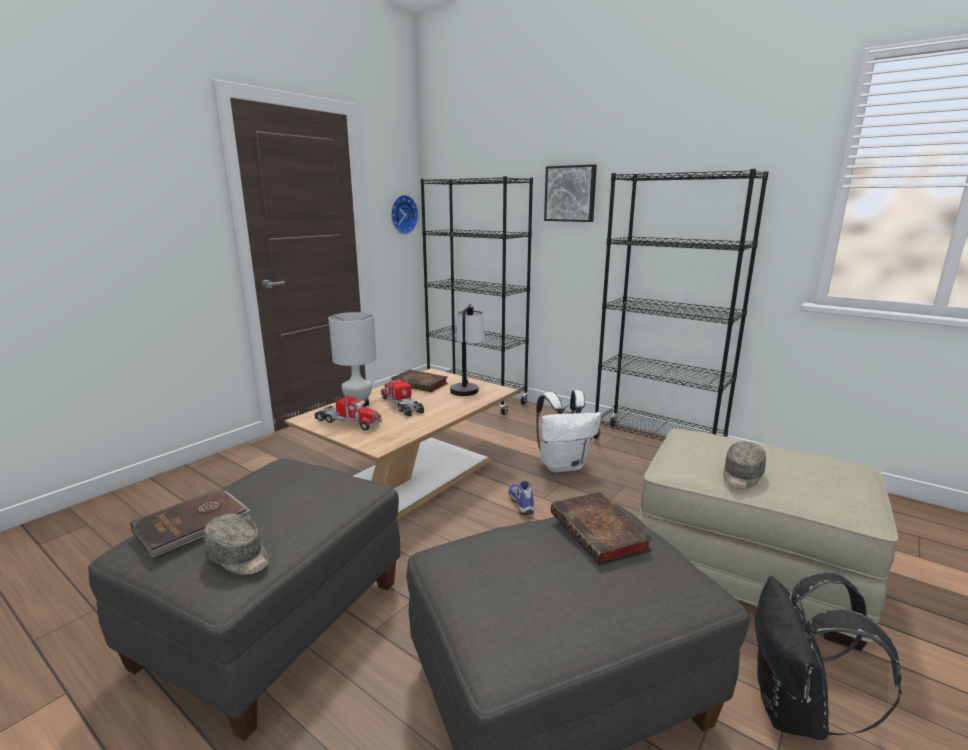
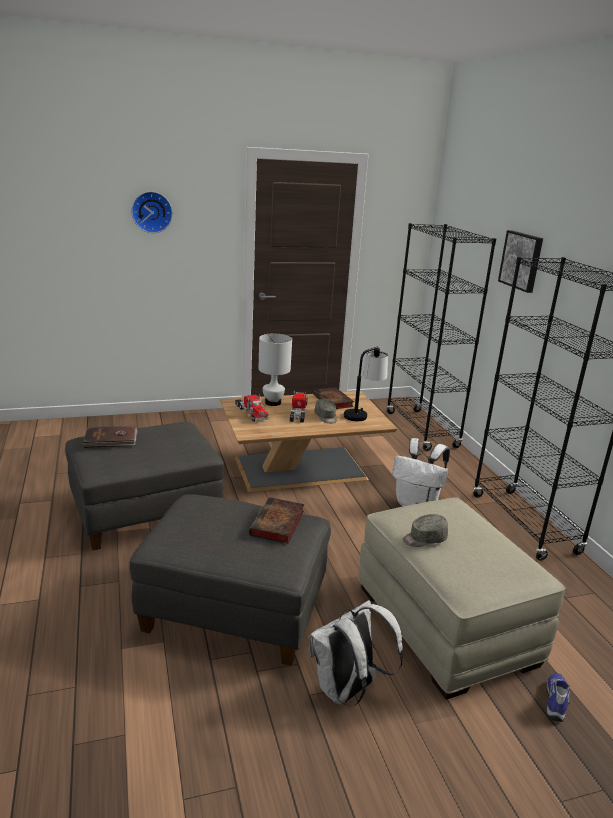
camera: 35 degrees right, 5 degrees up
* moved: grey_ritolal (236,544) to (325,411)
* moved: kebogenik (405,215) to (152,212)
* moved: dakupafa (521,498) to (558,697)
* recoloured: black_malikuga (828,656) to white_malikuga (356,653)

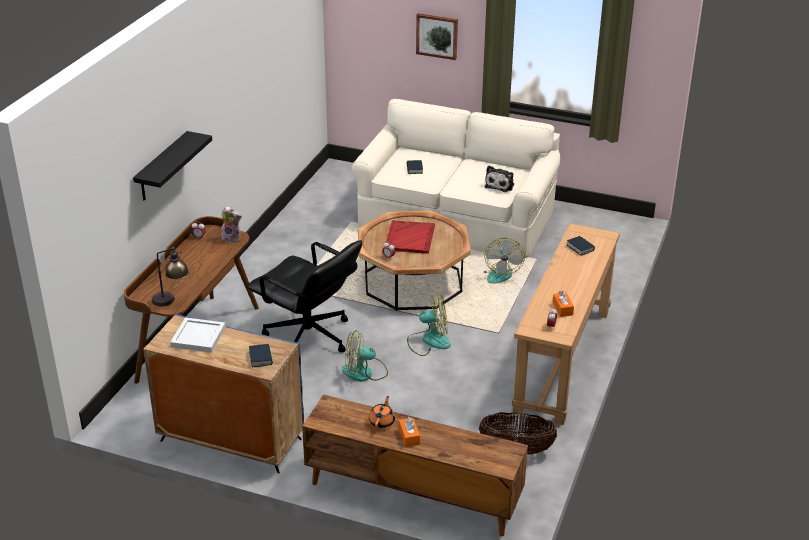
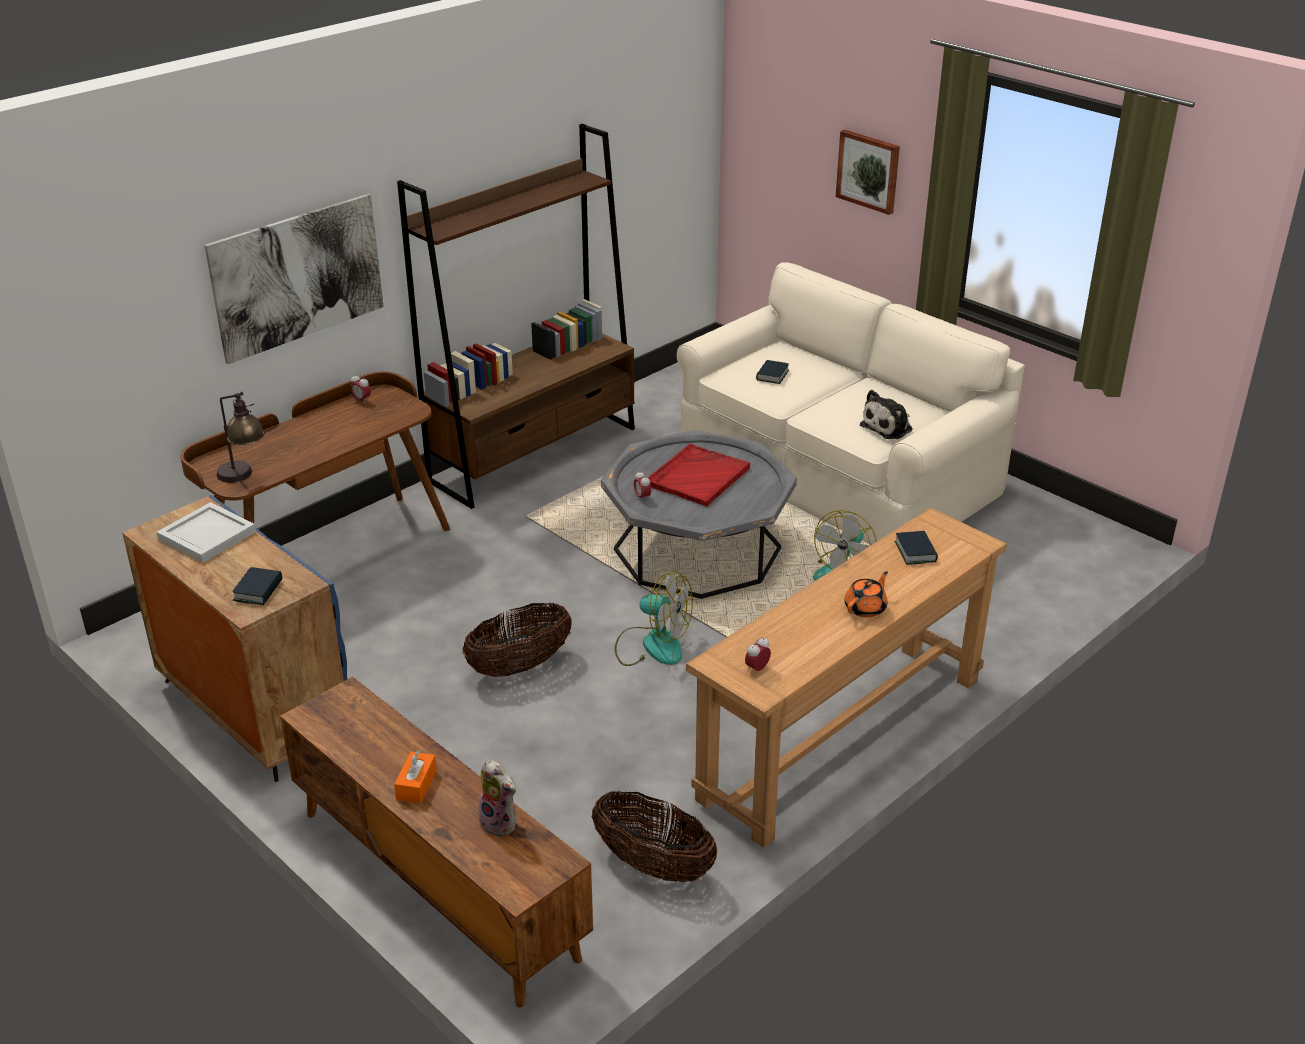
camera: 25 degrees right, 0 degrees up
* removed: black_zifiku (304,296)
* removed: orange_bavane (563,304)
* added: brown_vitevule (516,316)
* moved: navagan (231,224) to (496,798)
* moved: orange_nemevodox (382,412) to (866,594)
* replaced: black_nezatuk (172,165) to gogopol (294,279)
* replaced: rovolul (365,356) to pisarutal (517,640)
* recoloured: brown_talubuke (414,260) to grey_talubuke (699,514)

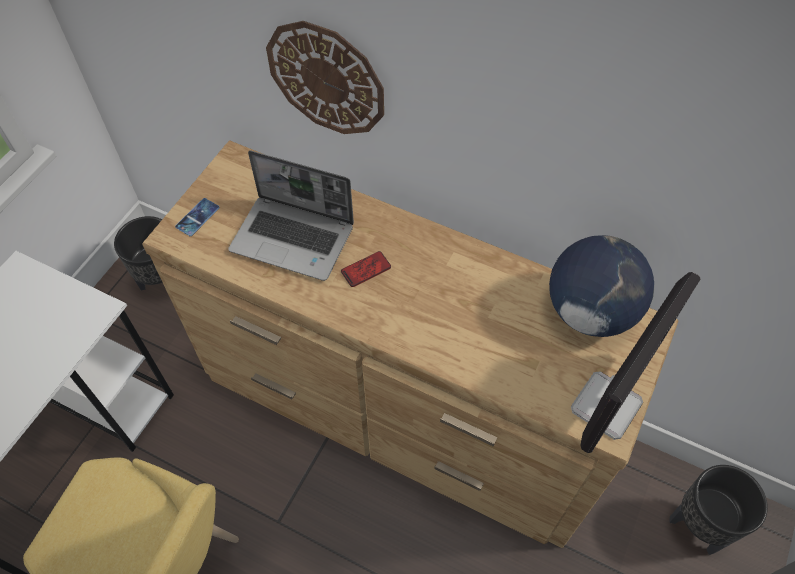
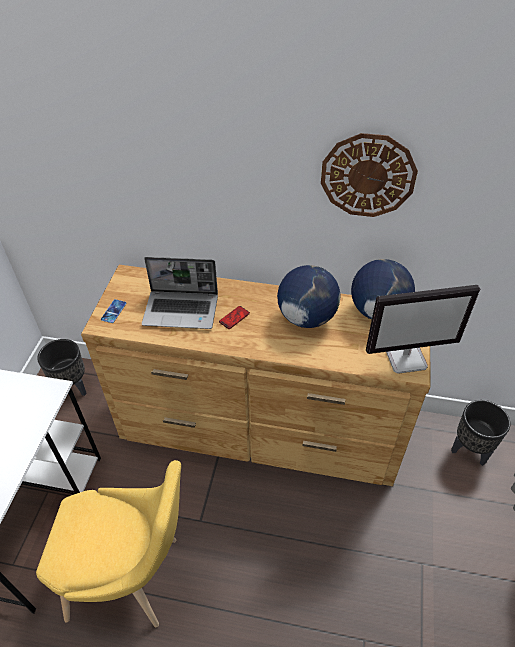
camera: 15 degrees left, 10 degrees down
* added: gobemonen (308,296)
* moved: kebogenik (325,77) to (369,175)
* turned: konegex (636,362) = (423,329) 60 degrees clockwise

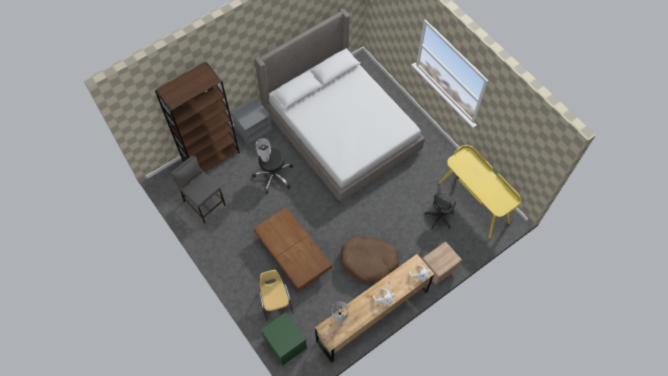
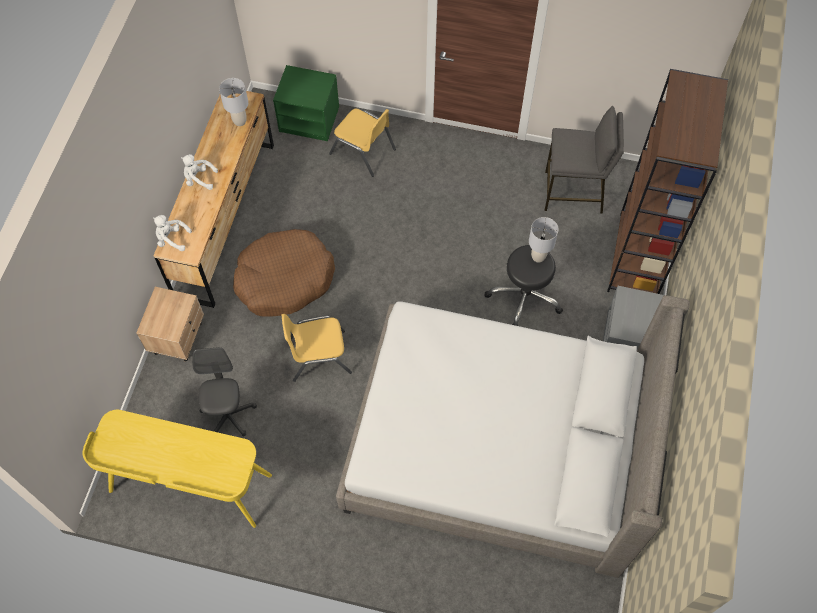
camera: 140 degrees right, 0 degrees up
* removed: brown_talubuke (293,249)
* added: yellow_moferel (316,348)

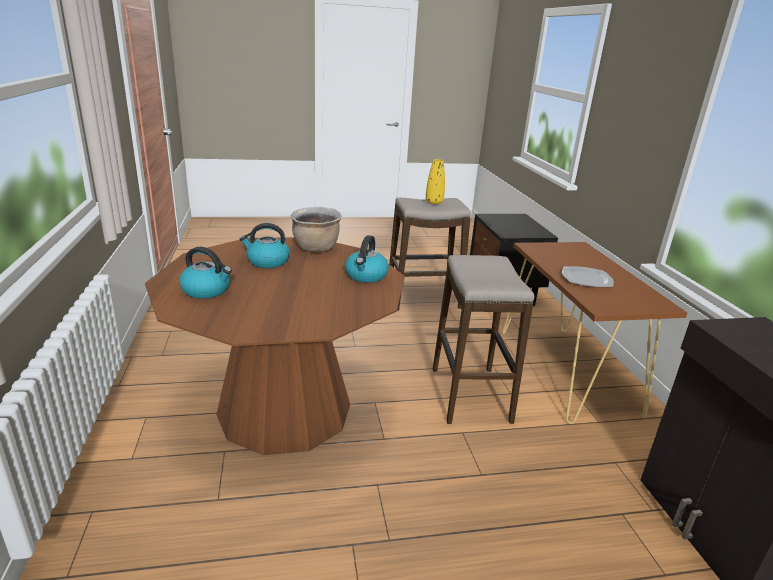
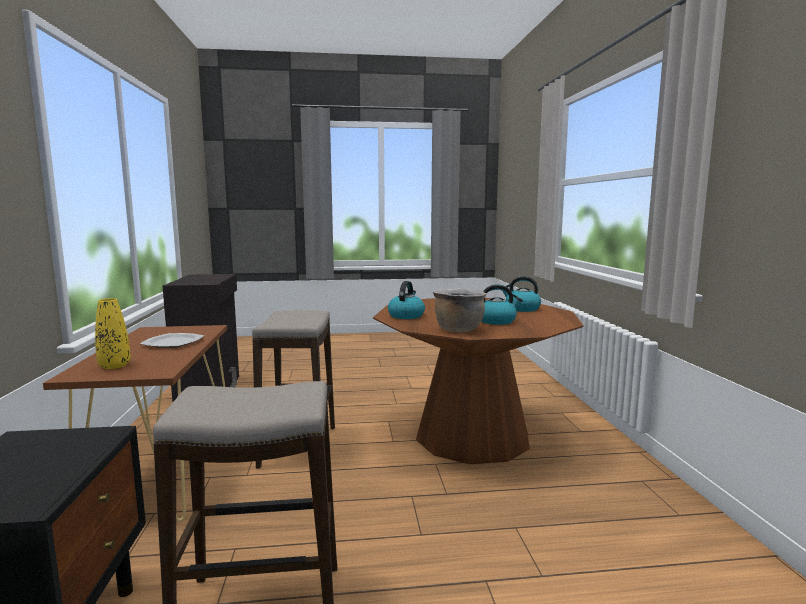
camera: 175 degrees left, 15 degrees down
* moved: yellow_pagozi (435,181) to (113,333)

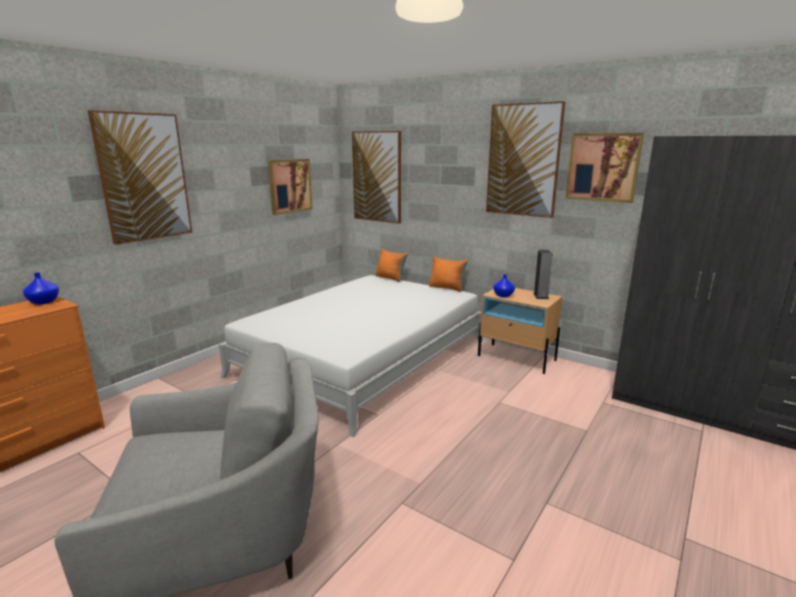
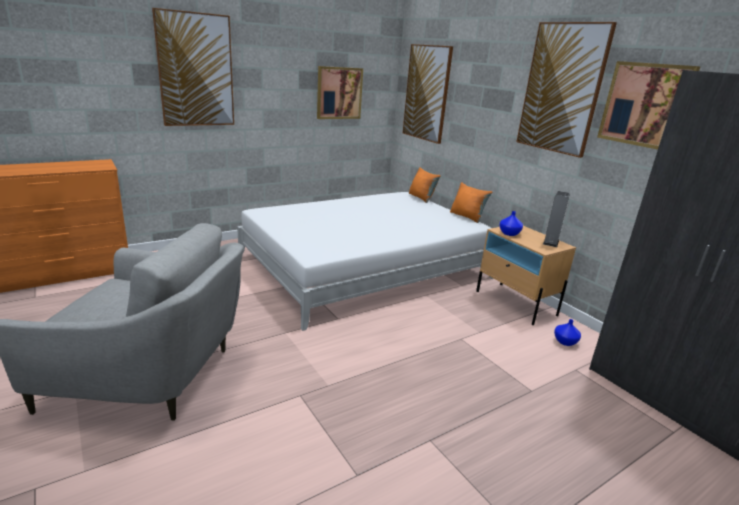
camera: 20 degrees right, 5 degrees up
* moved: blue_pagozi (41,288) to (567,332)

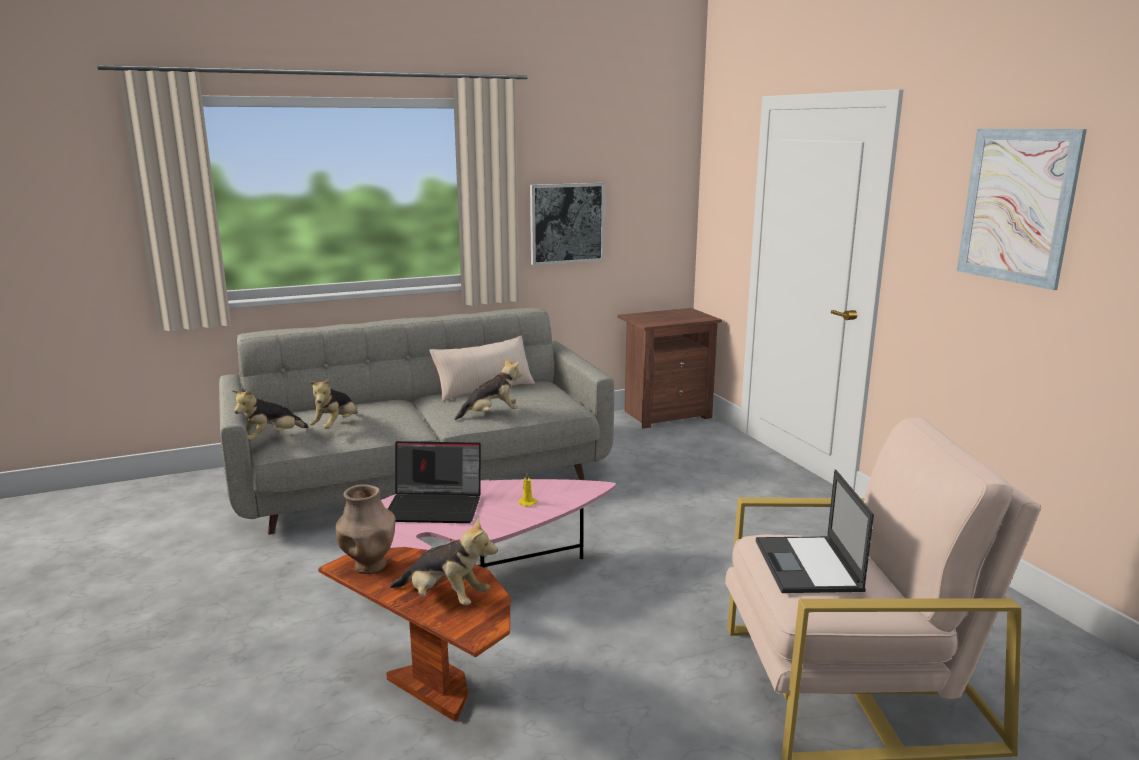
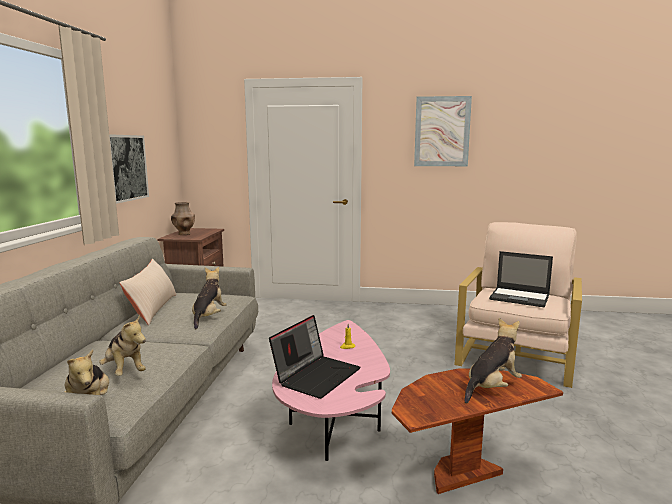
camera: 60 degrees left, 5 degrees down
* moved: brown_pagozi (366,529) to (183,218)

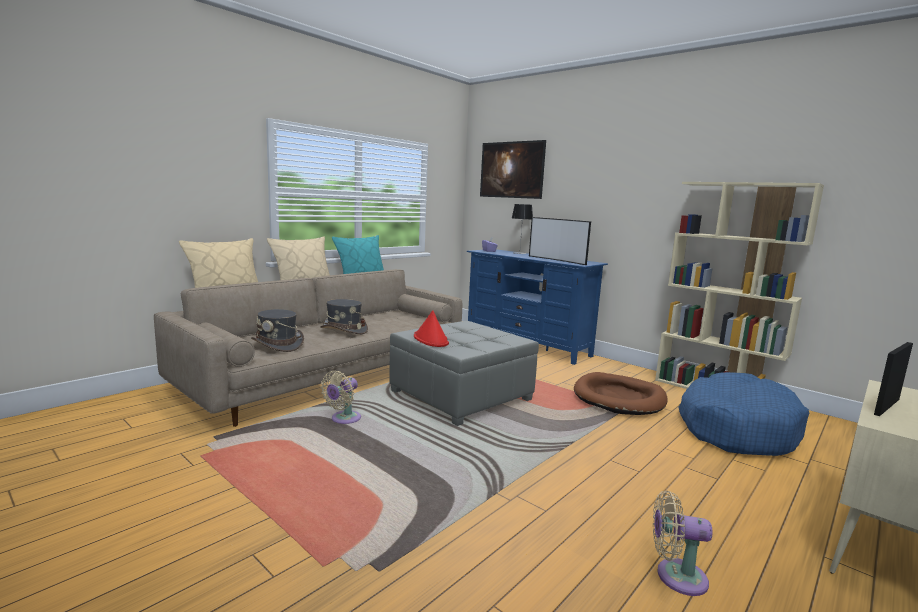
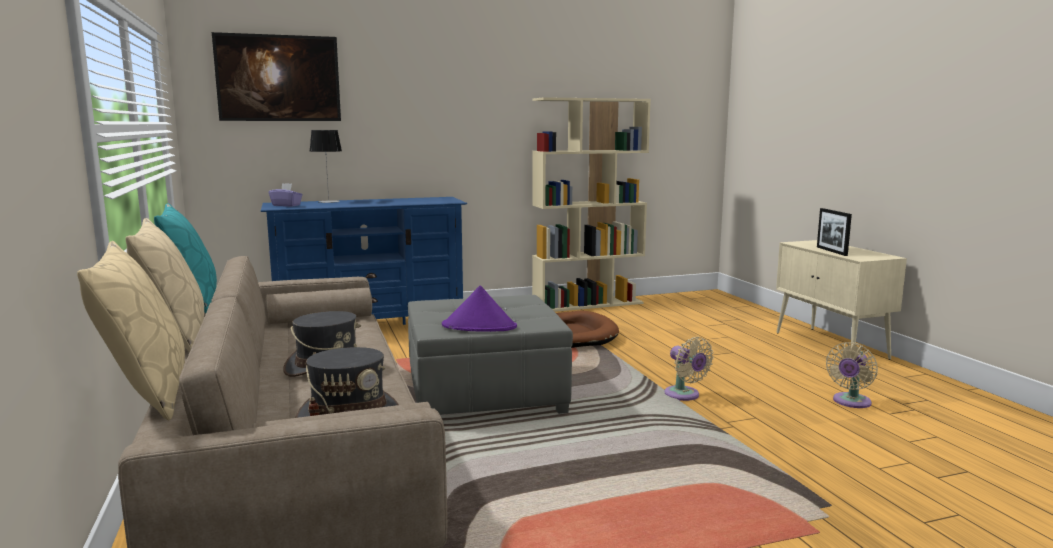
camera: 60 degrees left, 0 degrees up
* removed: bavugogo (560,241)
* removed: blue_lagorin (744,414)
* moved: beige_rovolul (341,397) to (689,369)
* recoloured: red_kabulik (431,328) to purple_kabulik (479,309)

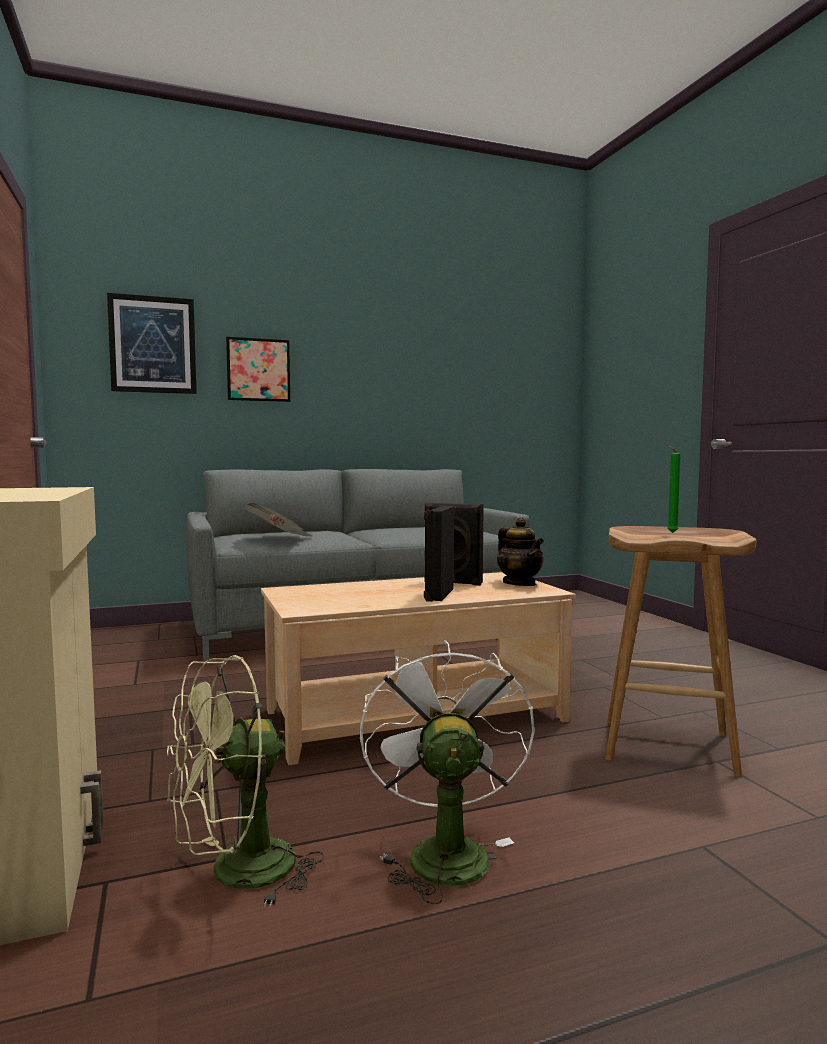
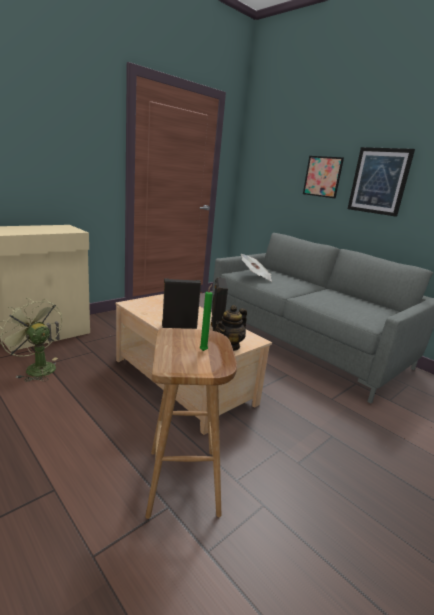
camera: 65 degrees right, 15 degrees up
* removed: white_rovolul (447,772)
* moved: gogopol (152,343) to (381,182)

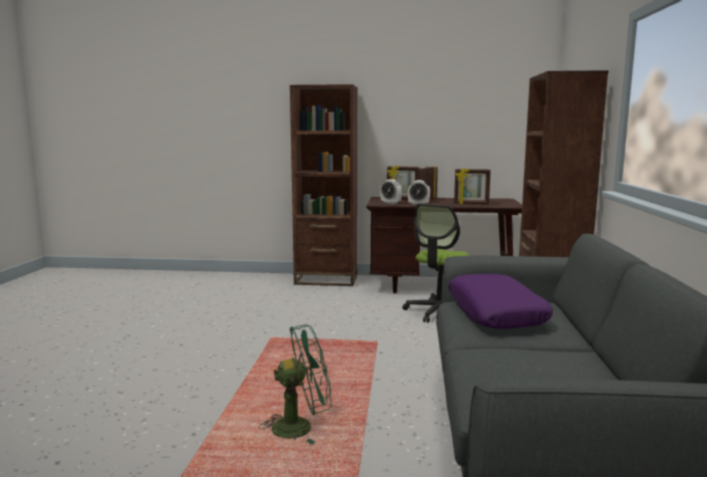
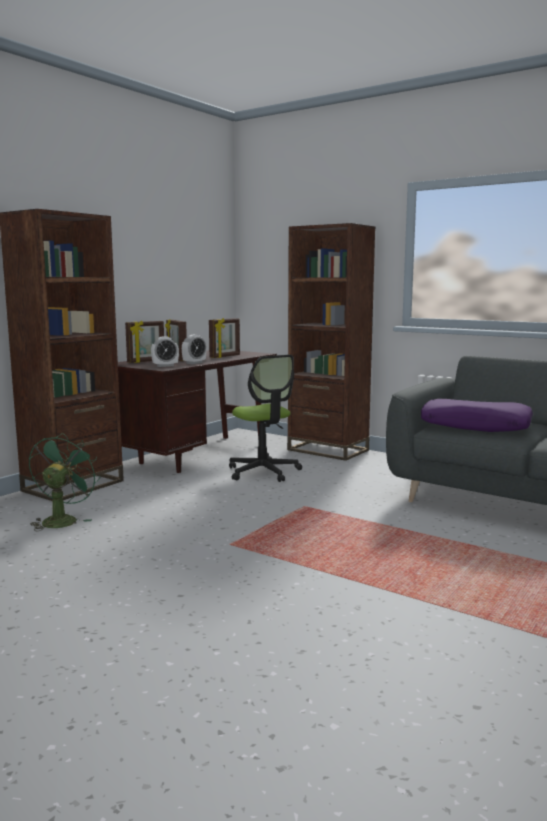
camera: 60 degrees left, 0 degrees up
* moved: green_rovolul (295,385) to (65,482)

